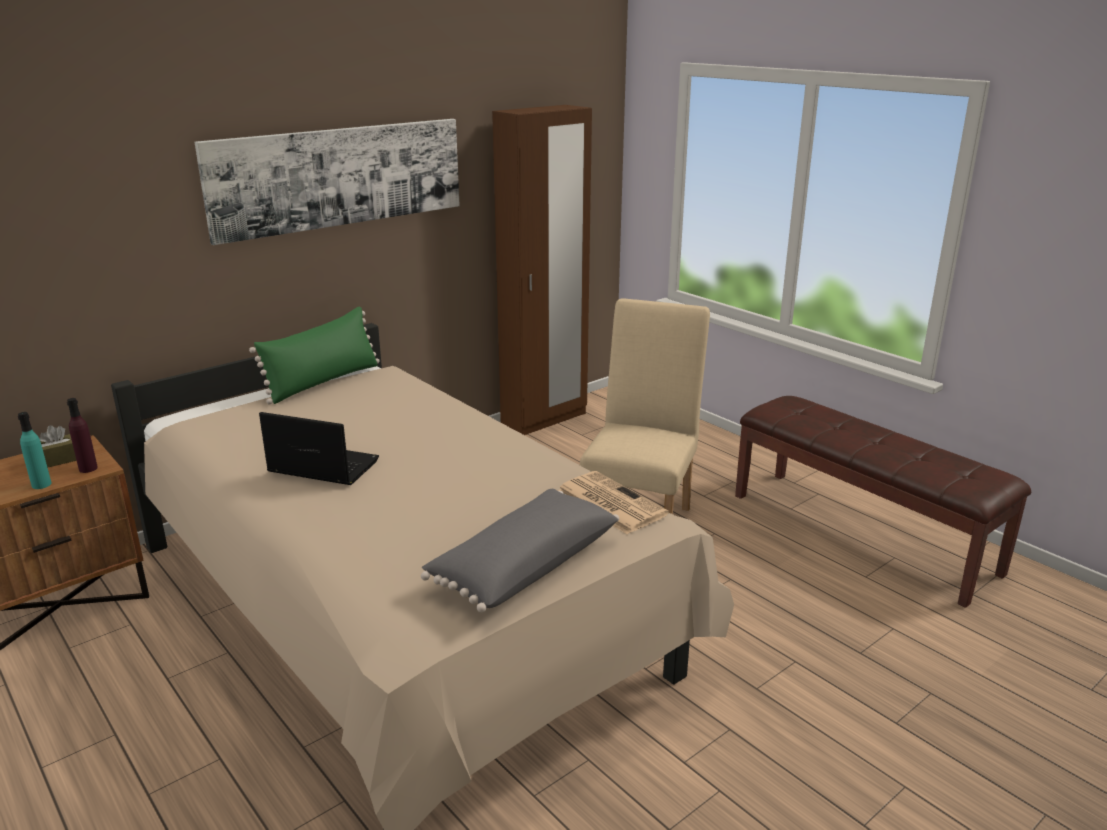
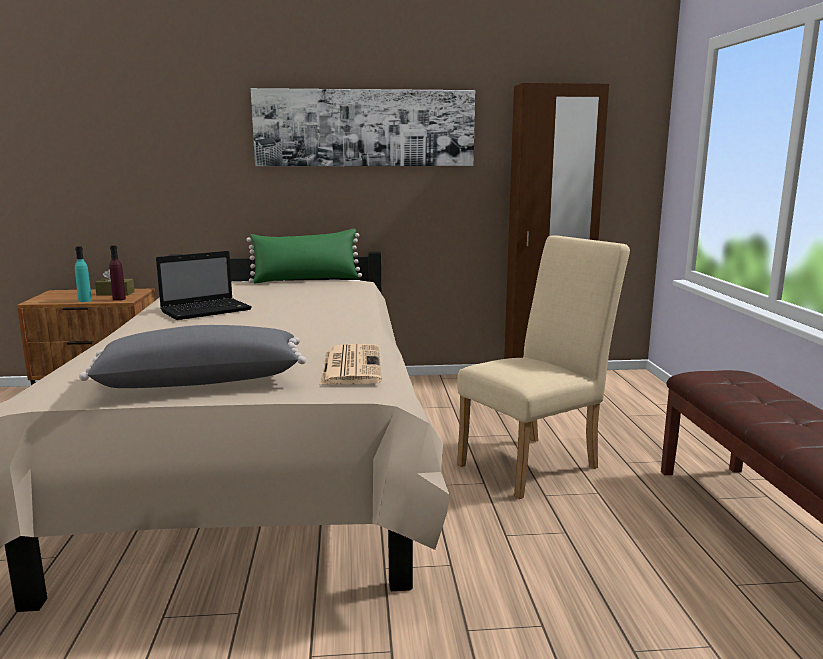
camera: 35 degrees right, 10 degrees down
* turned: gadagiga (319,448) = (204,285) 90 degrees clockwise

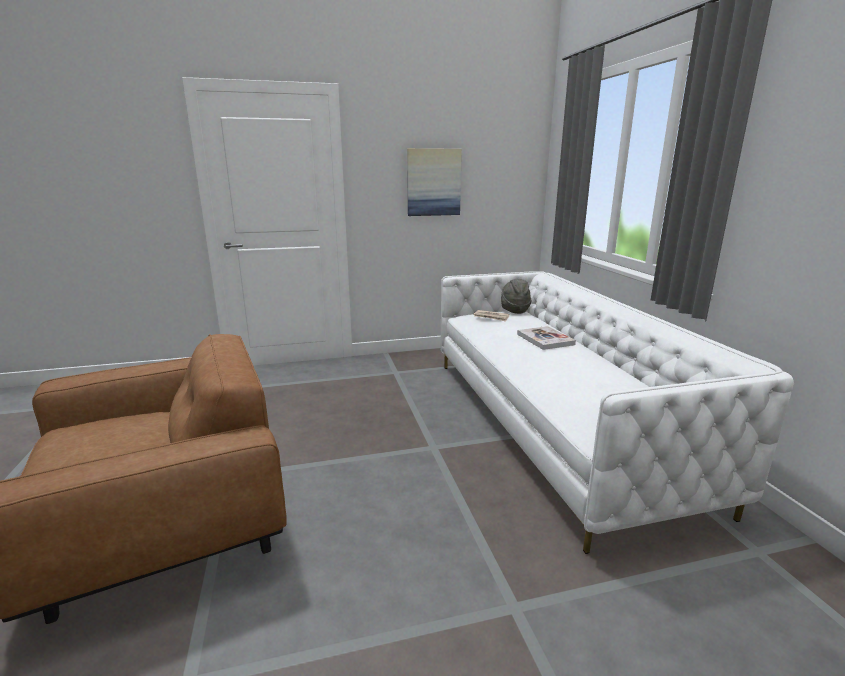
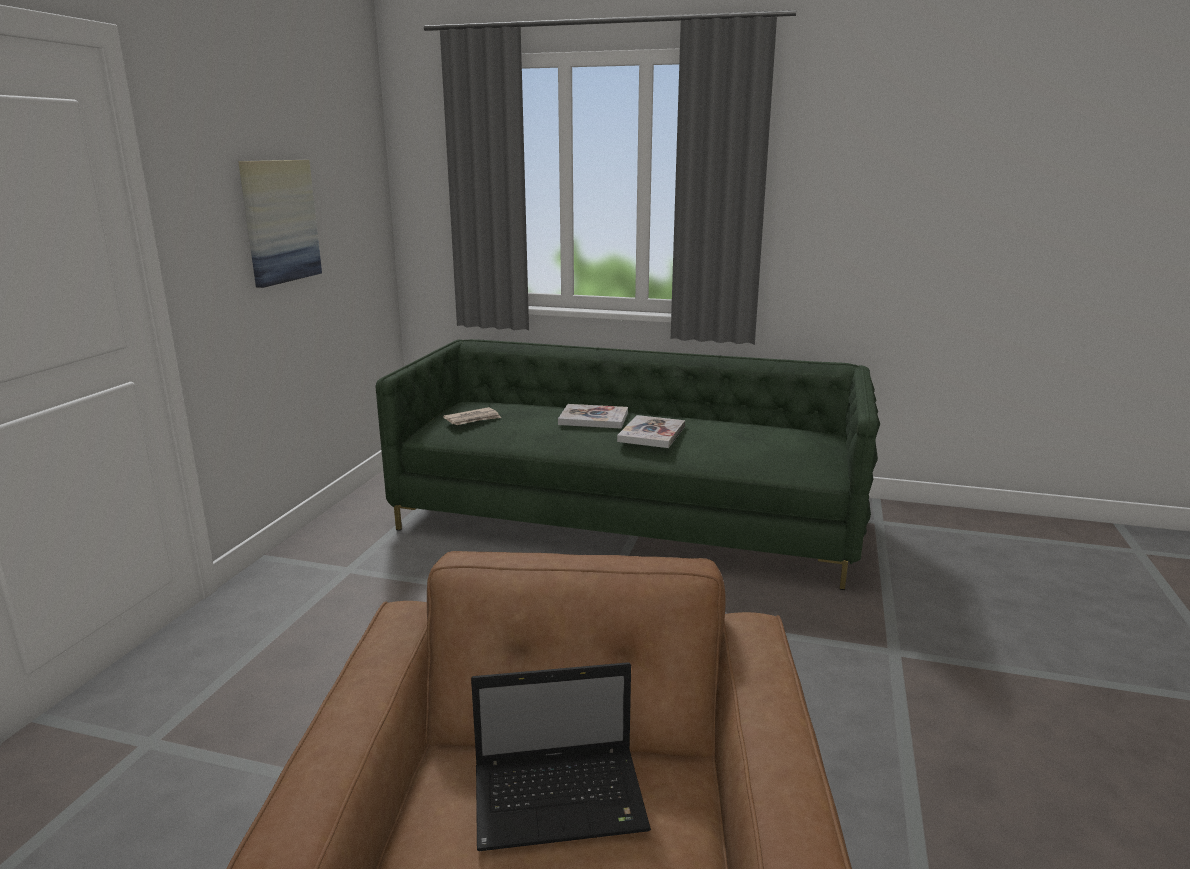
camera: 60 degrees left, 0 degrees up
* removed: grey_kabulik (516,296)
* added: gadagiga (561,756)
* added: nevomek (651,431)
* recoloured: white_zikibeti (617,412) to green_zikibeti (627,464)

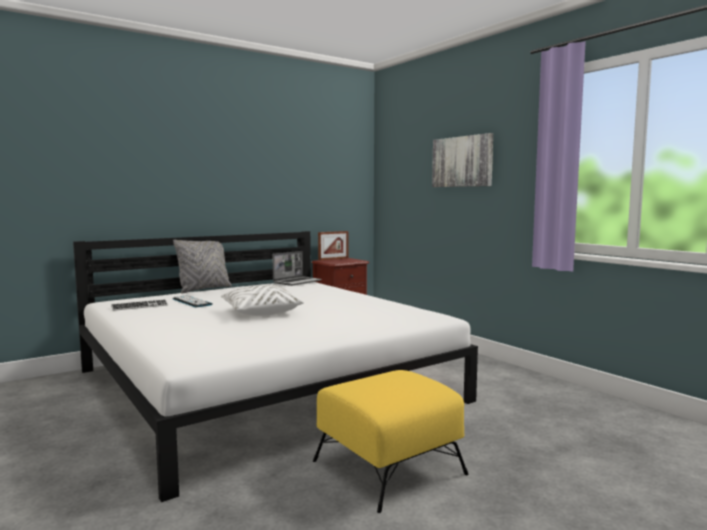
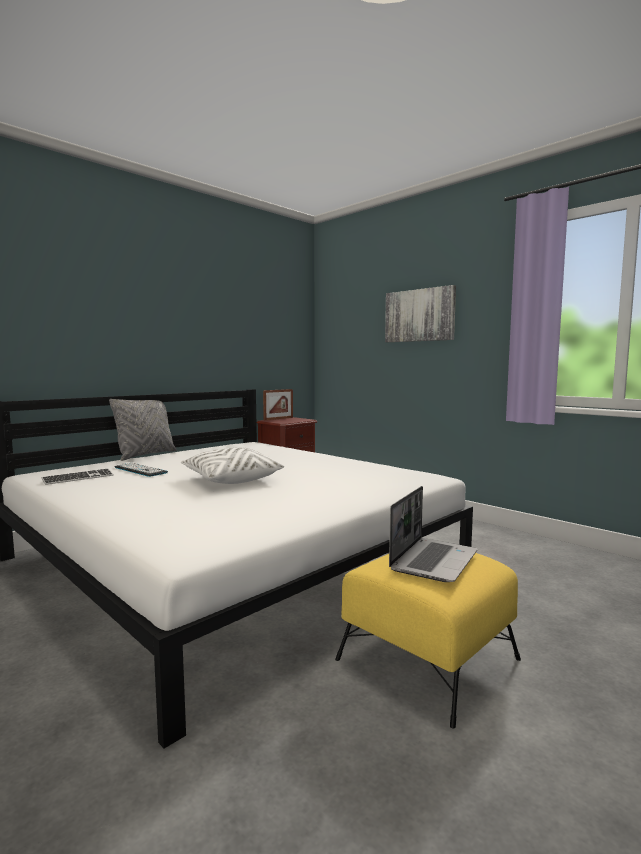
camera: 10 degrees left, 0 degrees up
* moved: gadagiga (297,268) to (433,534)

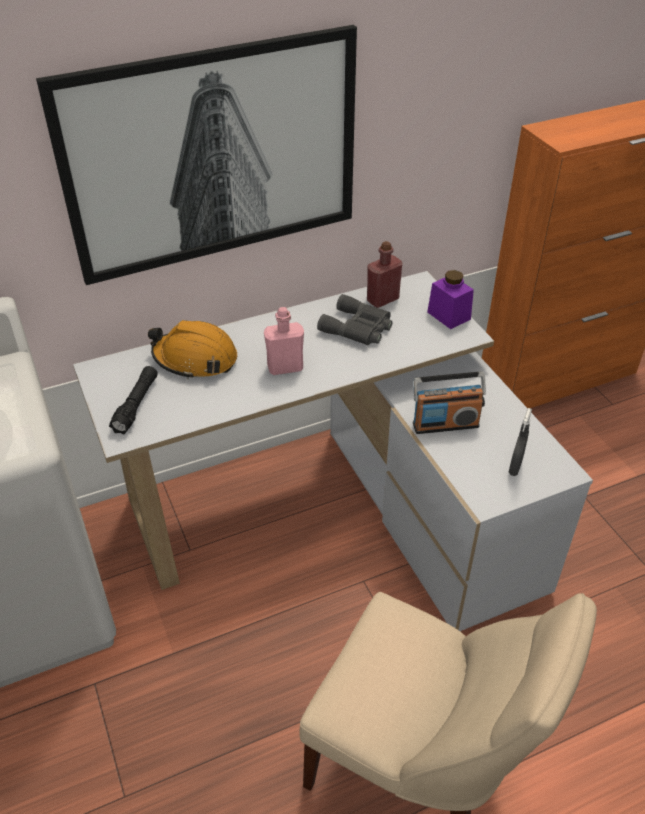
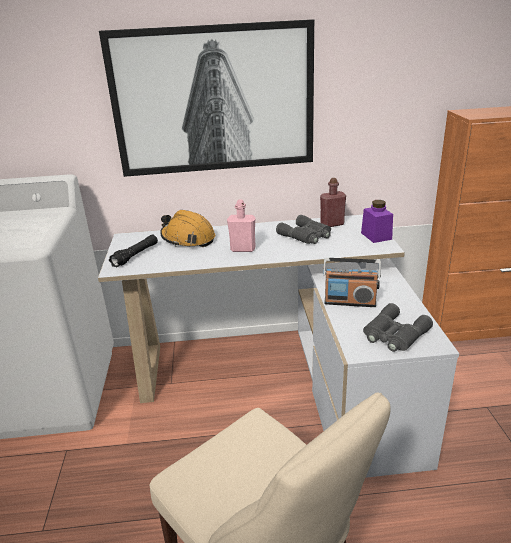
camera: 20 degrees right, 15 degrees down
* replaced: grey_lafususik (520,442) to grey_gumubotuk (398,327)

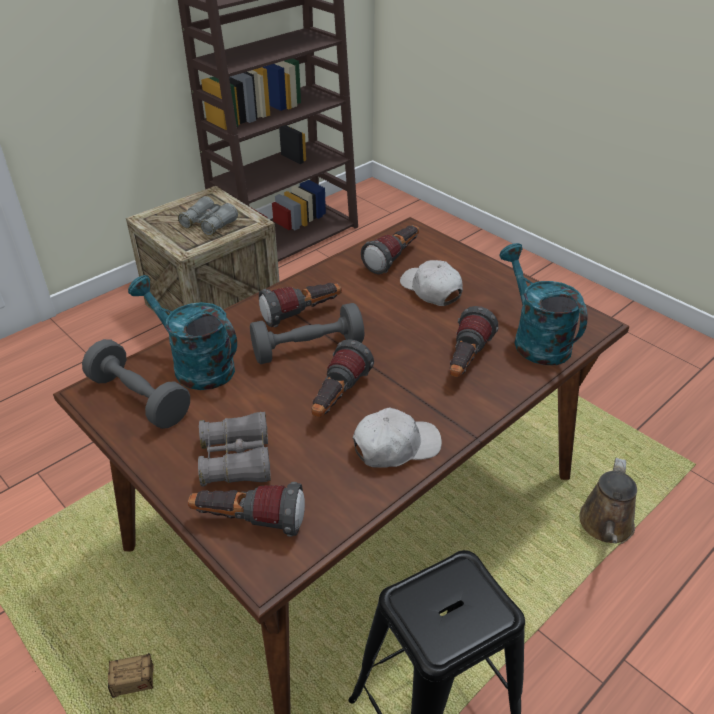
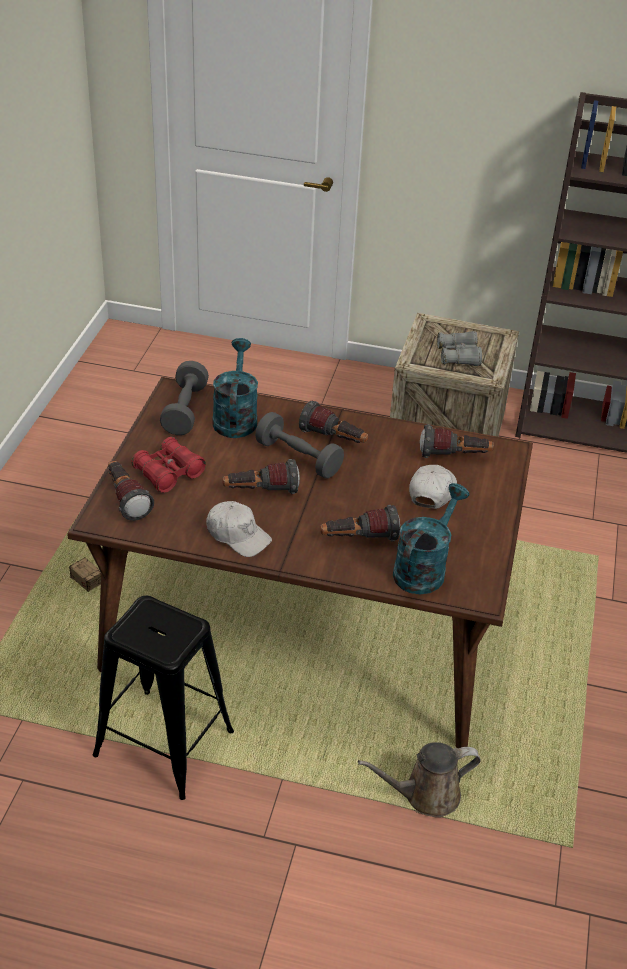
camera: 55 degrees right, 0 degrees up
* recoloured: grey_gumubotuk (234,449) to red_gumubotuk (168,465)

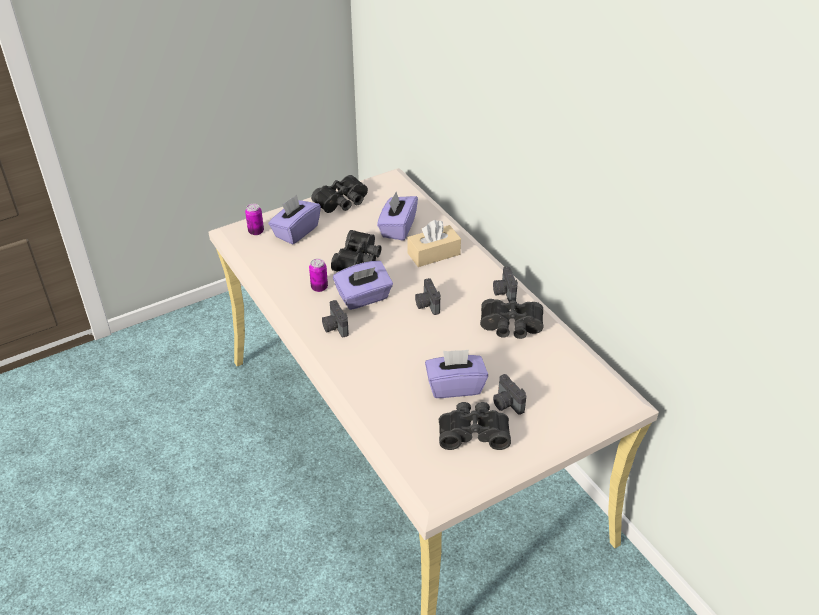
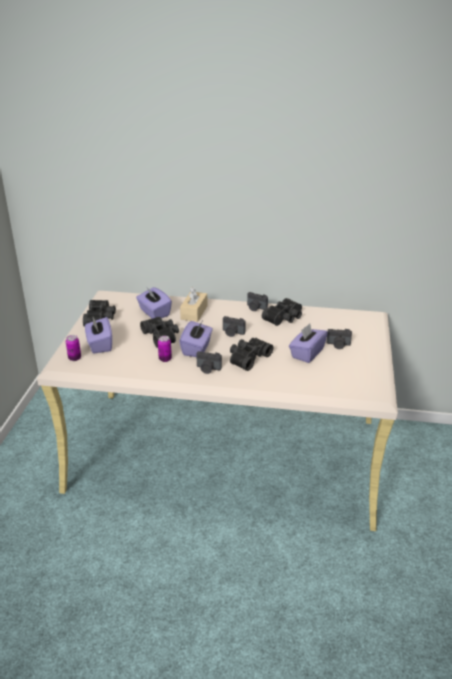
camera: 50 degrees left, 10 degrees down
* moved: black_gumubotuk (475,426) to (251,354)

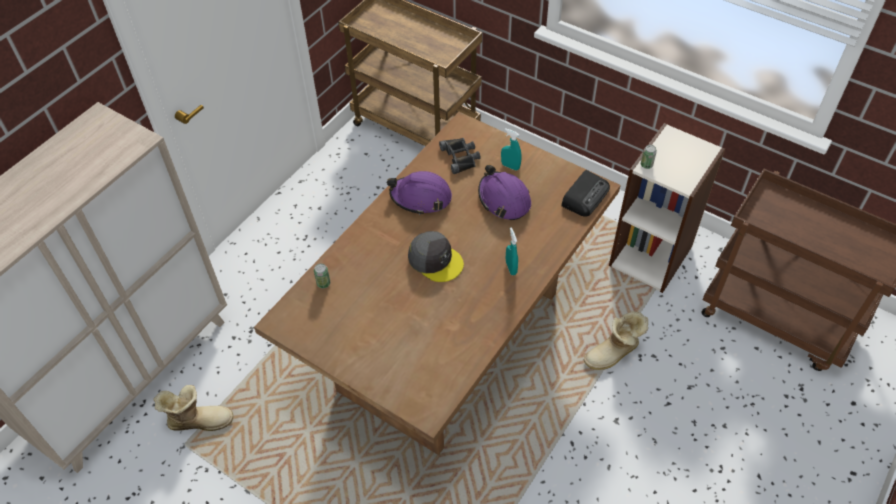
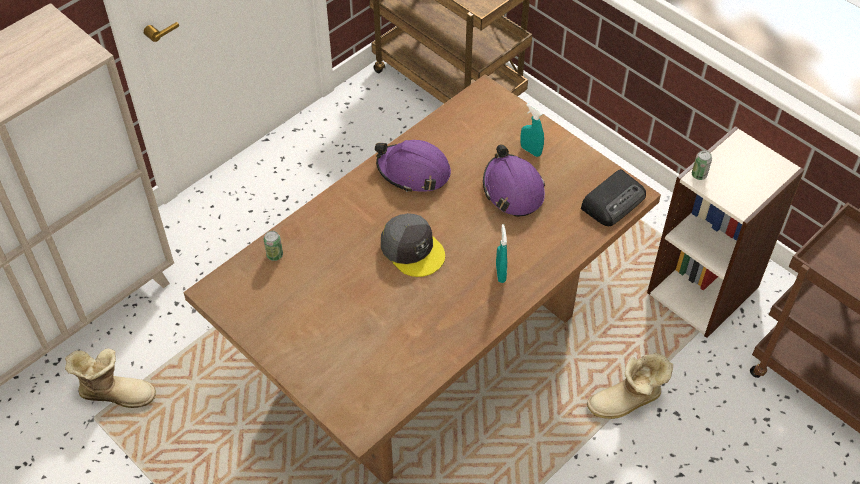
camera: 10 degrees right, 0 degrees up
* removed: black_gumubotuk (460,156)

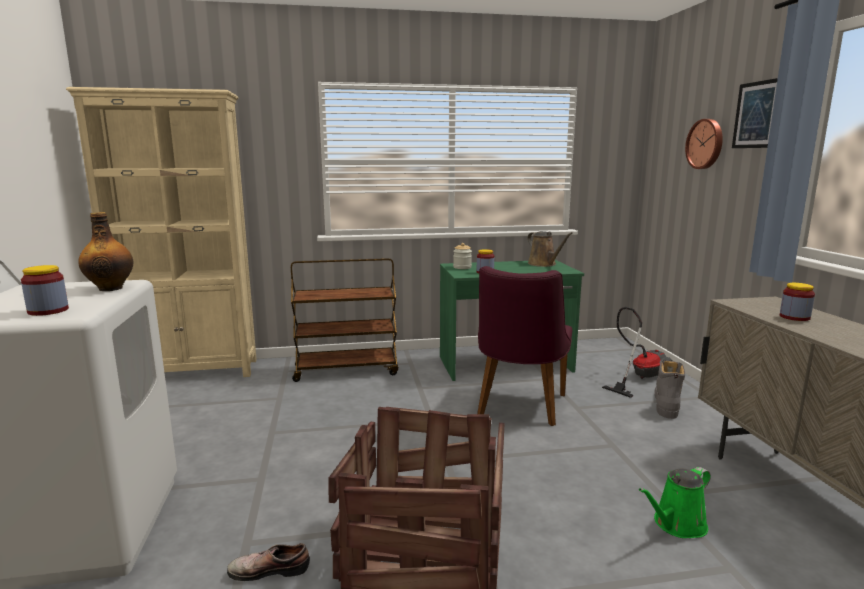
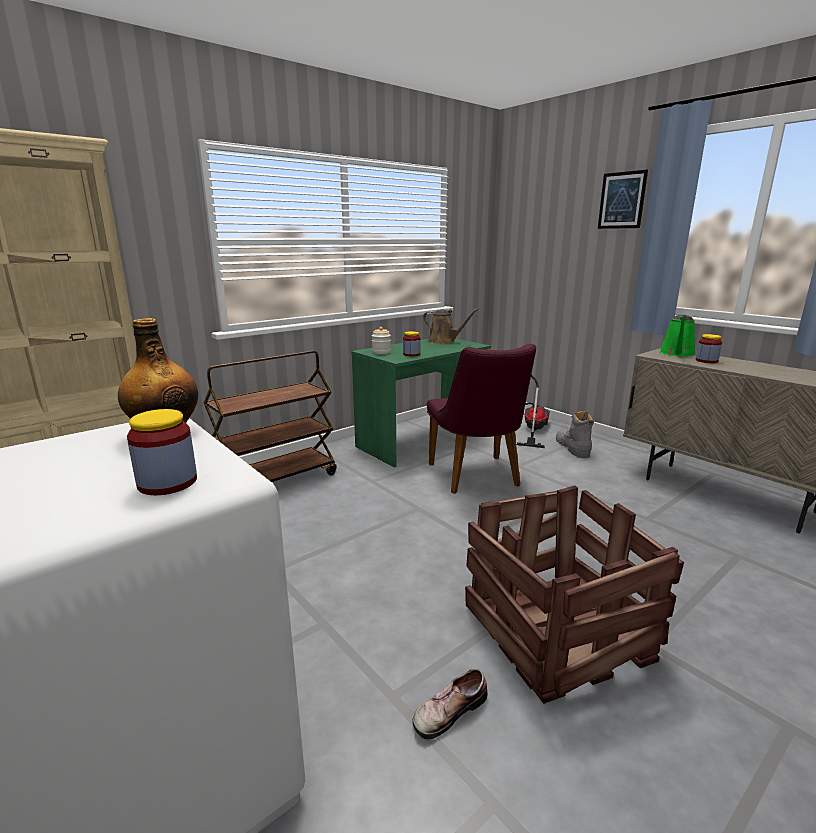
camera: 30 degrees left, 5 degrees up
* removed: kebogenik (704,144)
* moved: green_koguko (675,502) to (677,336)

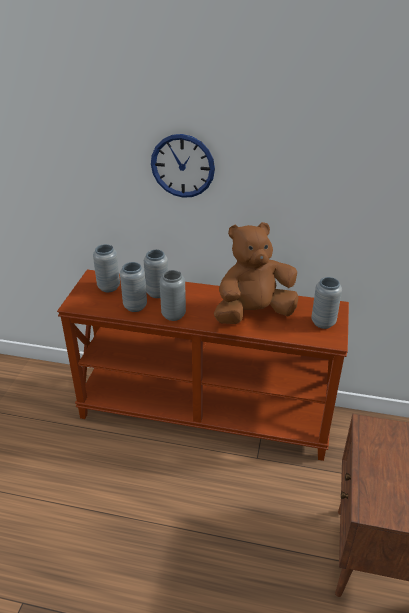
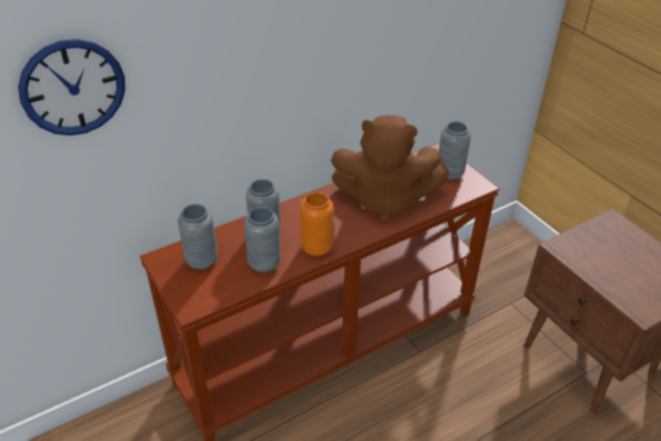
camera: 45 degrees left, 5 degrees up
* moved: kebogenik (183,166) to (71,87)
* recoloured: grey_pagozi (173,295) to orange_pagozi (317,224)
* turned: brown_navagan (256,273) = (390,168) 105 degrees counterclockwise

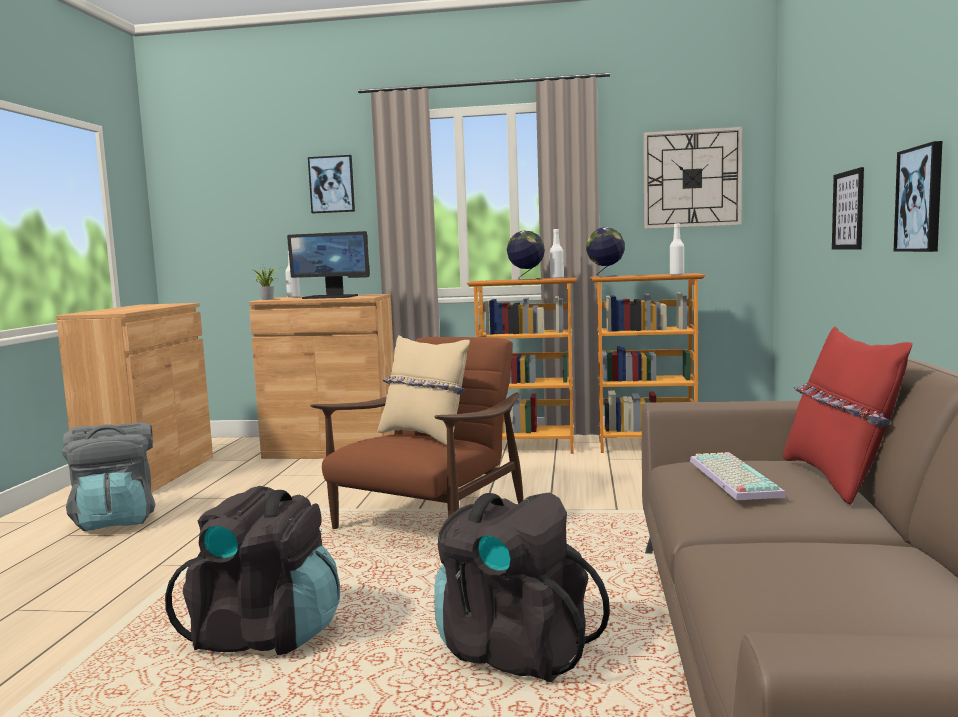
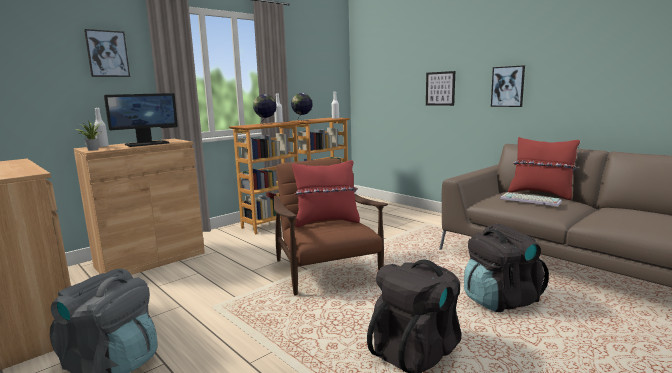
camera: 50 degrees left, 5 degrees up
* removed: kebogenik (692,178)
* recoloured: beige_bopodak (423,390) to red_bopodak (326,193)

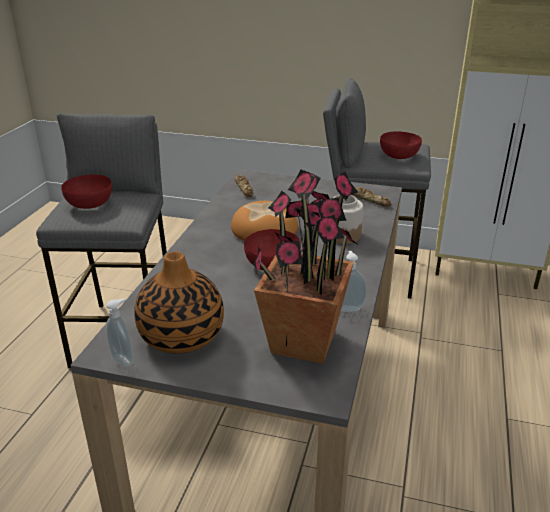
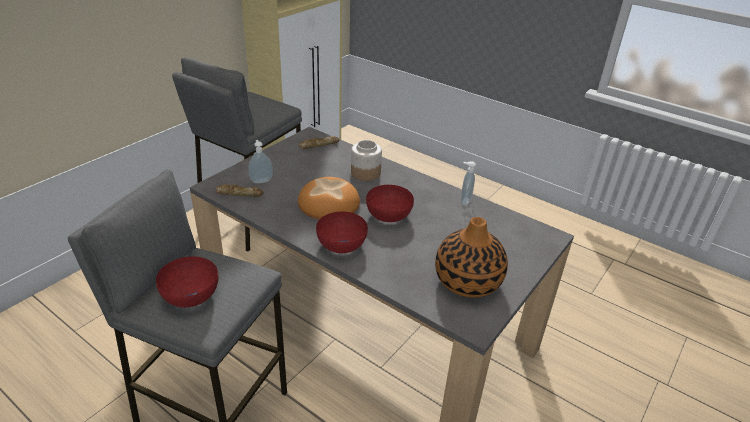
camera: 70 degrees left, 5 degrees up
* removed: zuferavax (305,266)
* moved: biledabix (119,332) to (260,161)
* moved: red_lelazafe (401,145) to (342,232)

